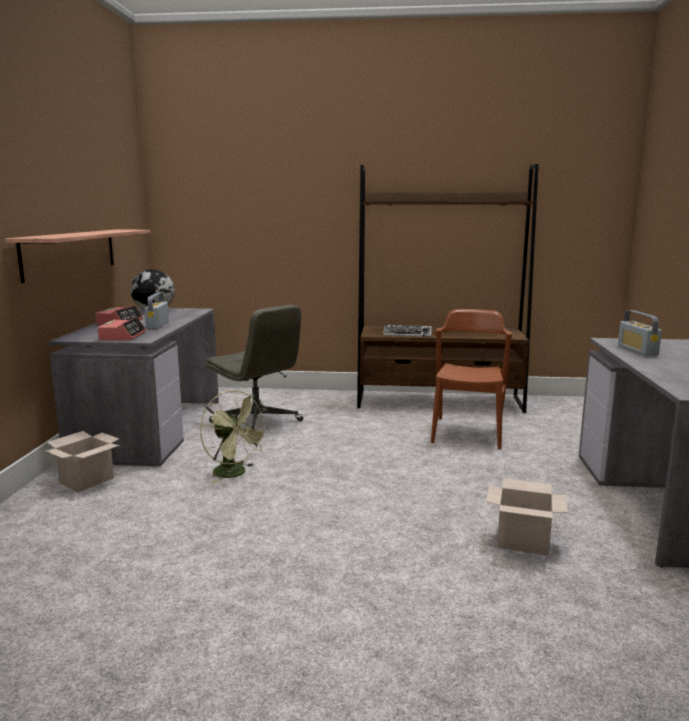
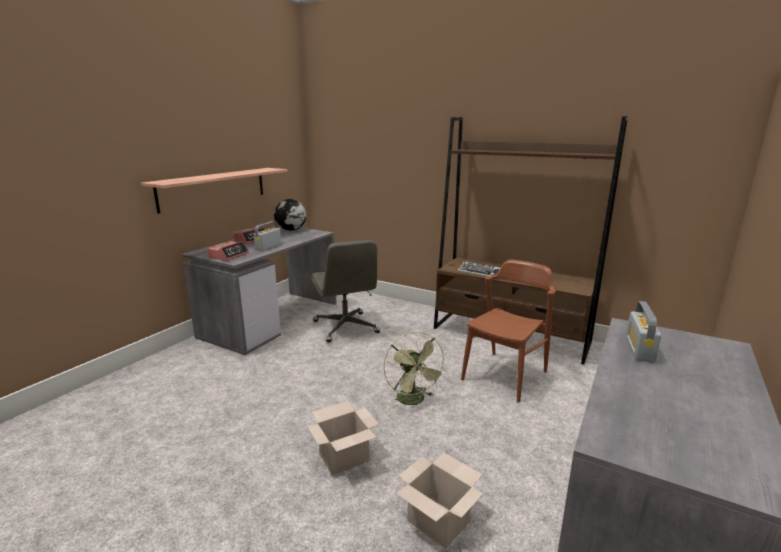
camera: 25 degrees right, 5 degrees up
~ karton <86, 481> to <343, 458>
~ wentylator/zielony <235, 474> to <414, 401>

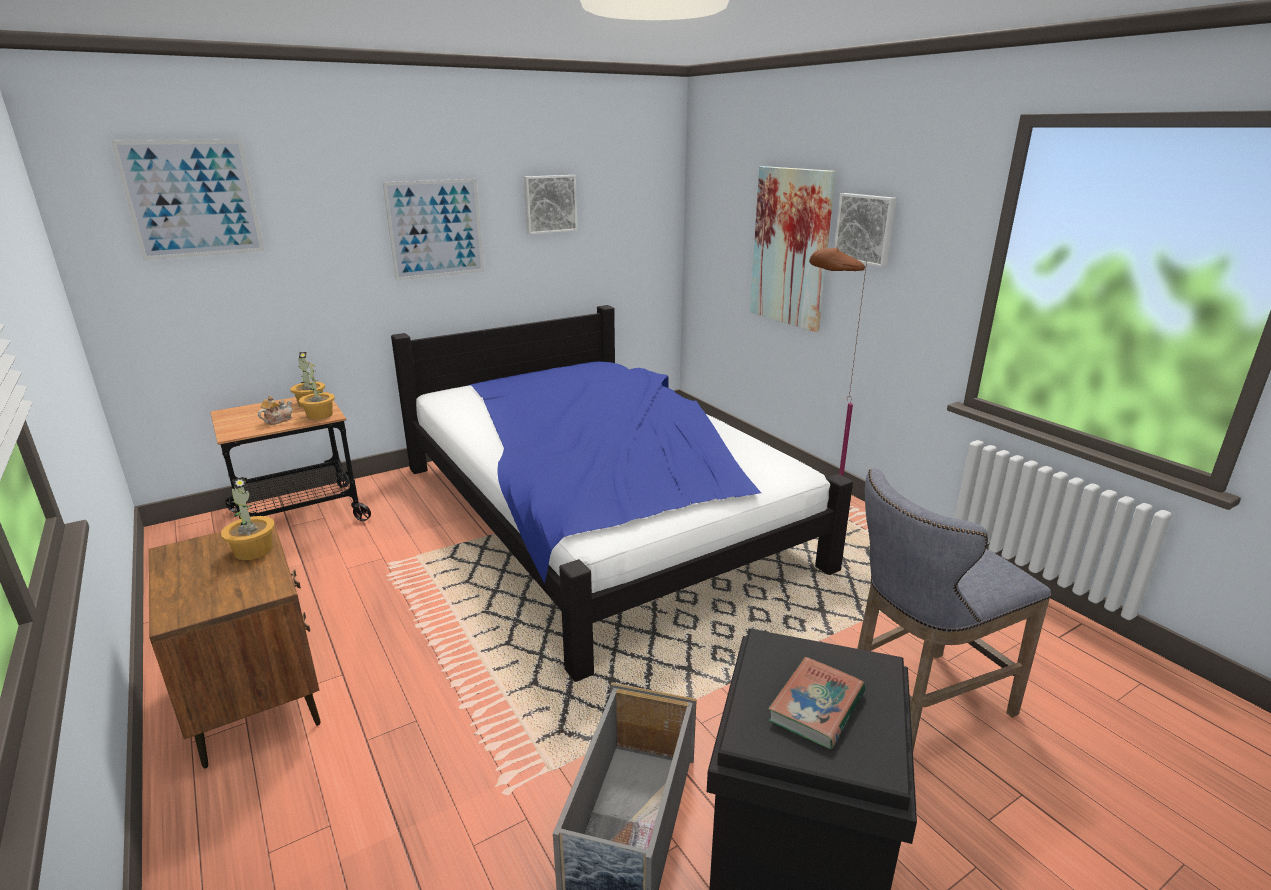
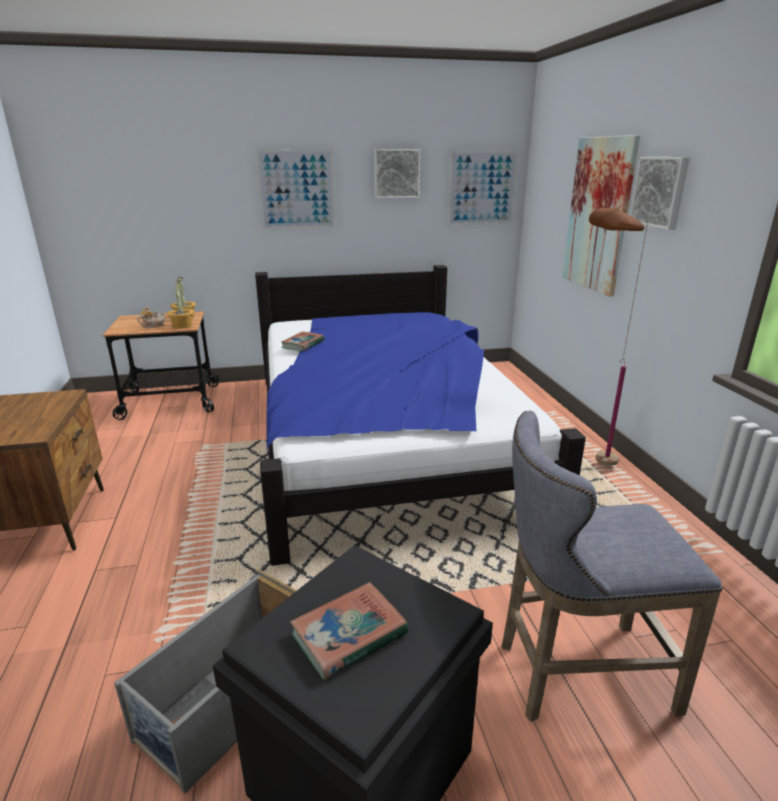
camera: 20 degrees right, 0 degrees up
- roślina doniczkowa <253, 550>
+ książka <303, 344>
~ obraz <192, 199> to <482, 188>

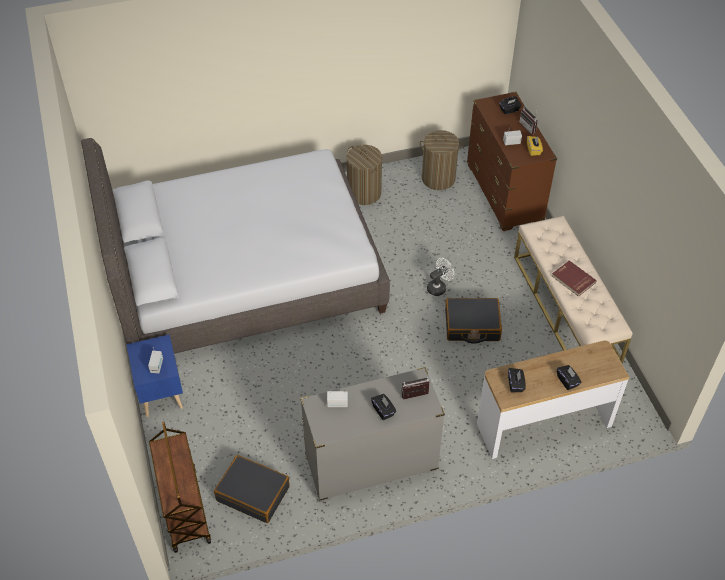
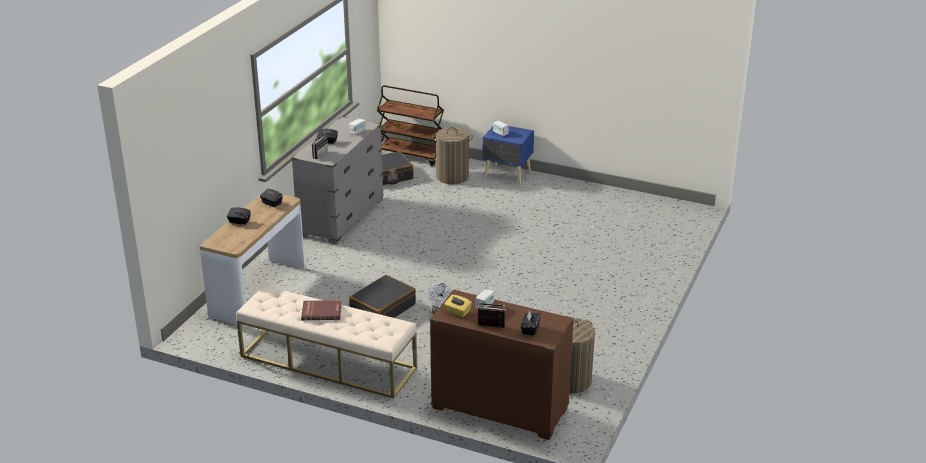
camera: 130 degrees right, 20 degrees down
- łóżko/szary <244, 277>
~ kosz na pranie <364, 193> to <452, 177>

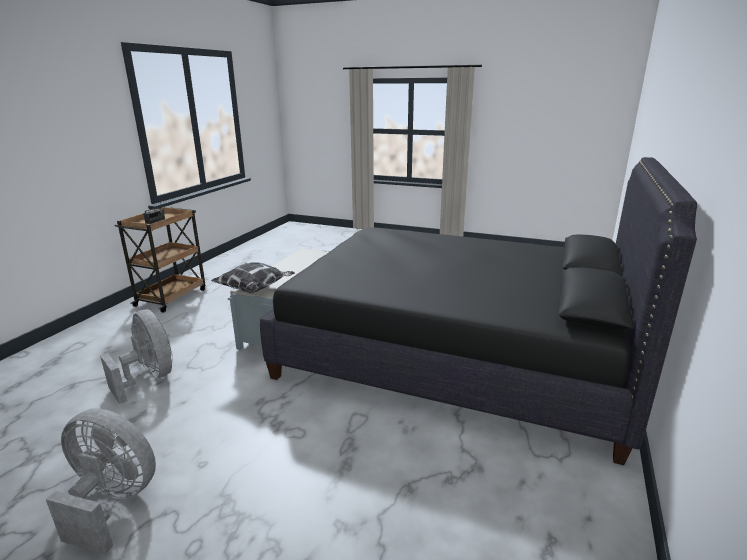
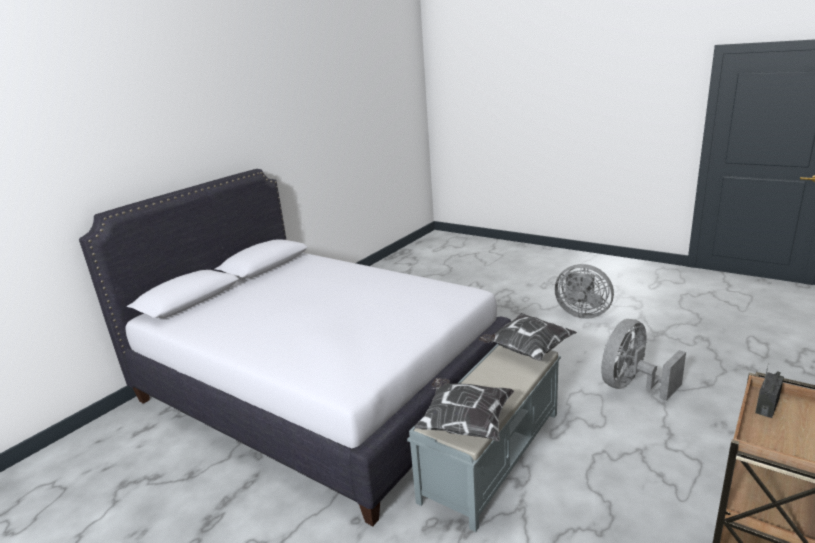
camera: 165 degrees left, 0 degrees up
+ poduszka <465, 423>
~ łóżko/czarny <455, 353> to łóżko/biały <319, 389>
~ wentylator/szary <149, 378> = <632, 386> 75 degrees clockwise

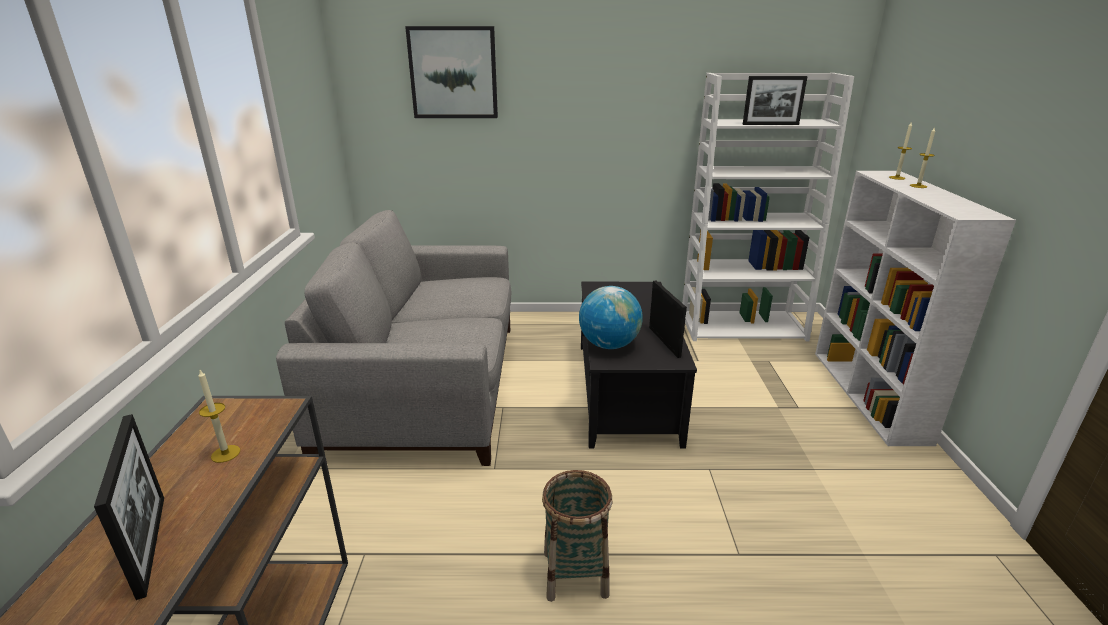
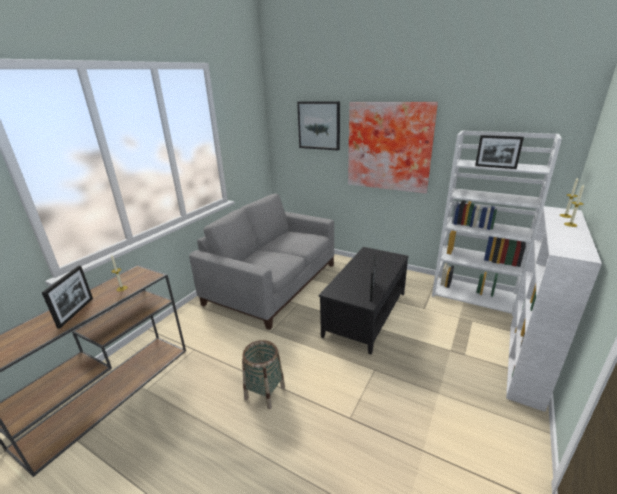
camera: 30 degrees right, 0 degrees up
- globus <609, 345>
+ obraz <389, 146>

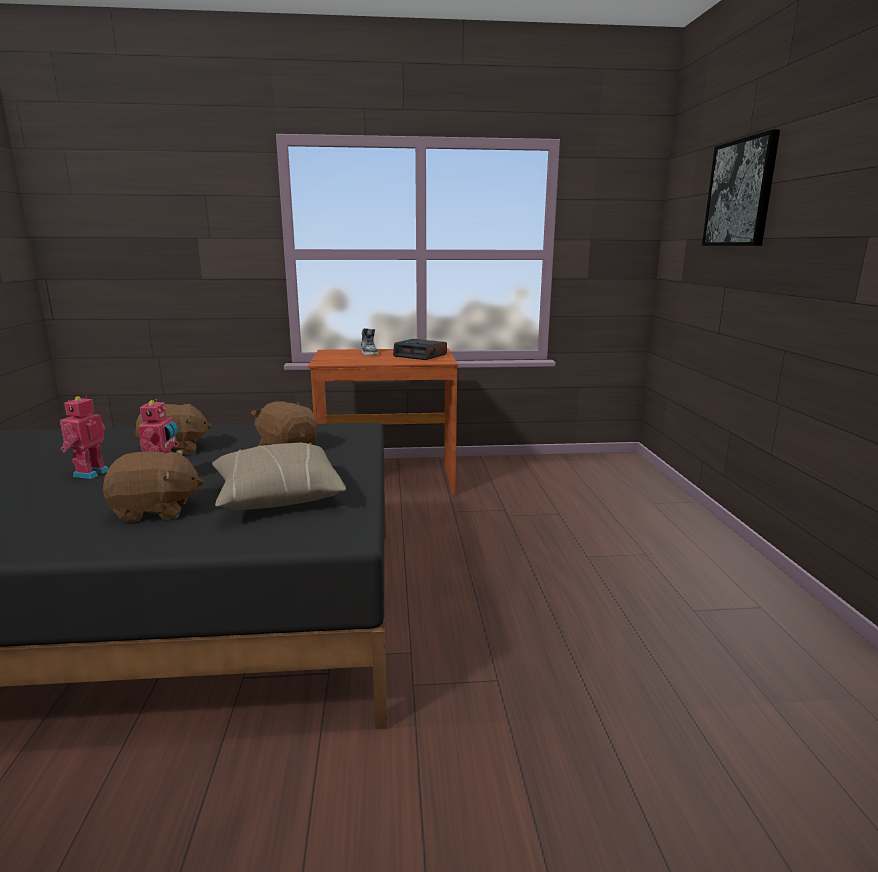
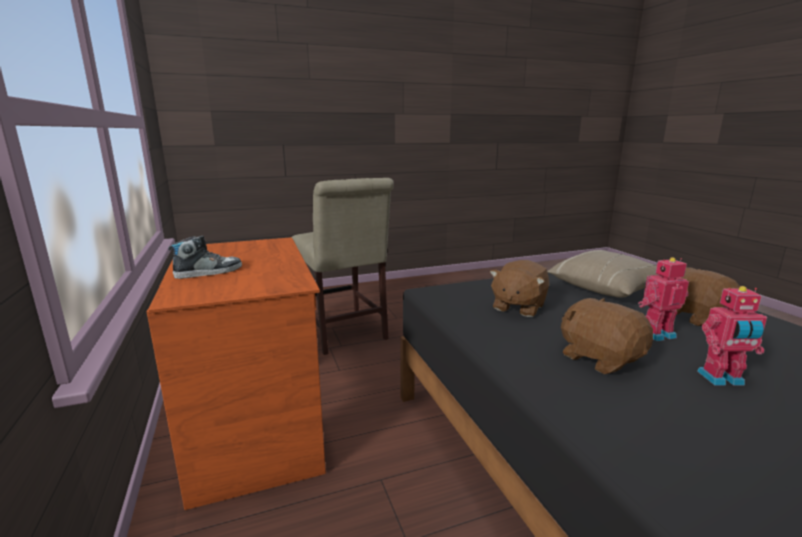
camera: 105 degrees left, 0 degrees up
- budzik <421, 355>
- obraz <740, 193>
+ krzesło/beżowy <343, 333>

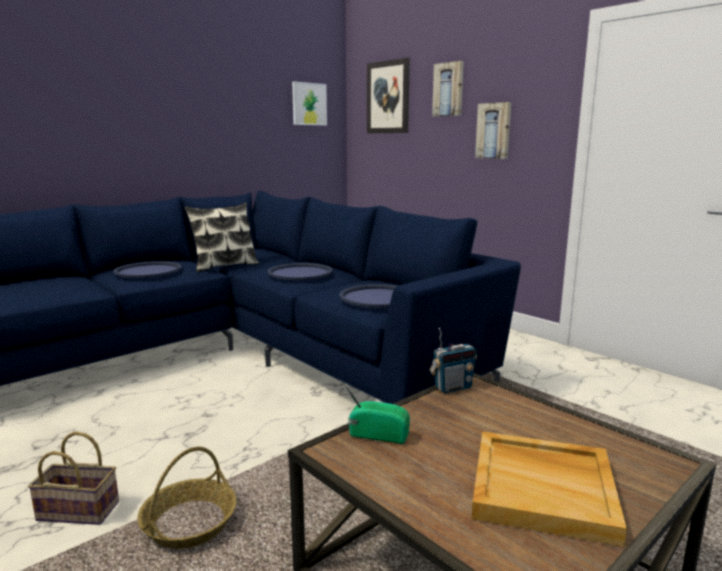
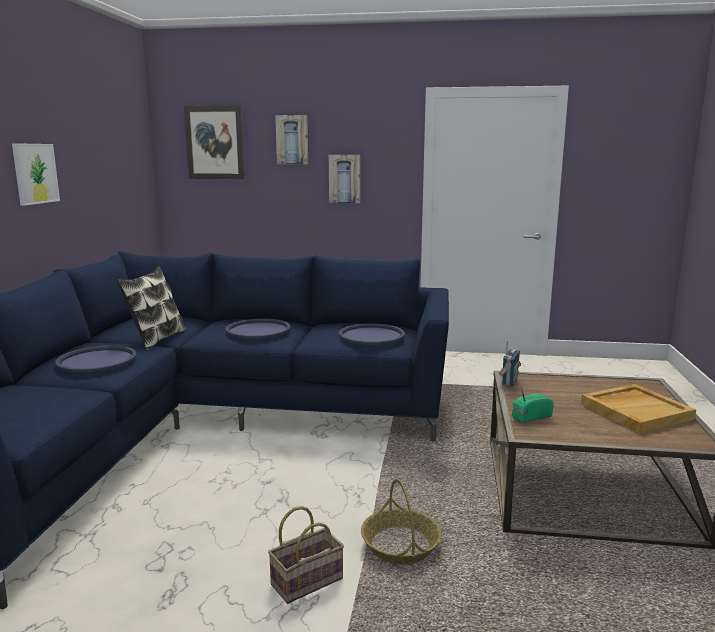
camera: 40 degrees left, 0 degrees up
~ obraz <309, 104> to <35, 173>

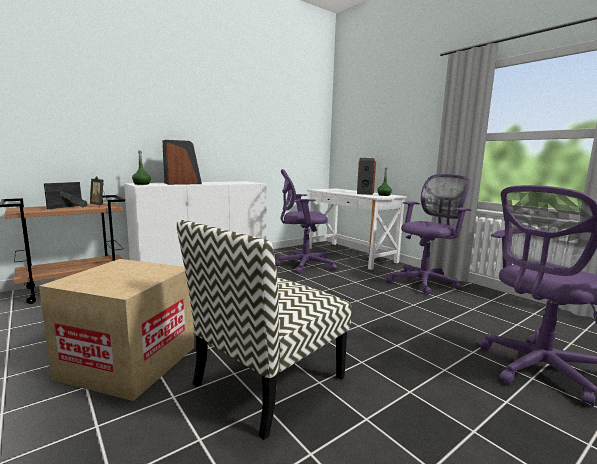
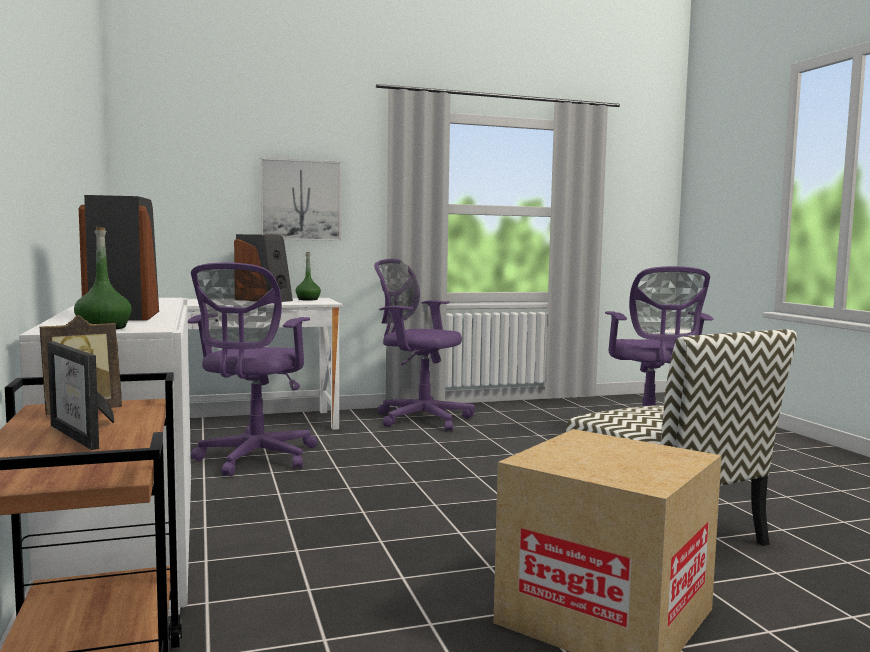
camera: 70 degrees left, 5 degrees down
+ obraz <301, 200>
~ krzesło biurowe/fioletowy <425, 282> = <419, 418> 45 degrees counterclockwise

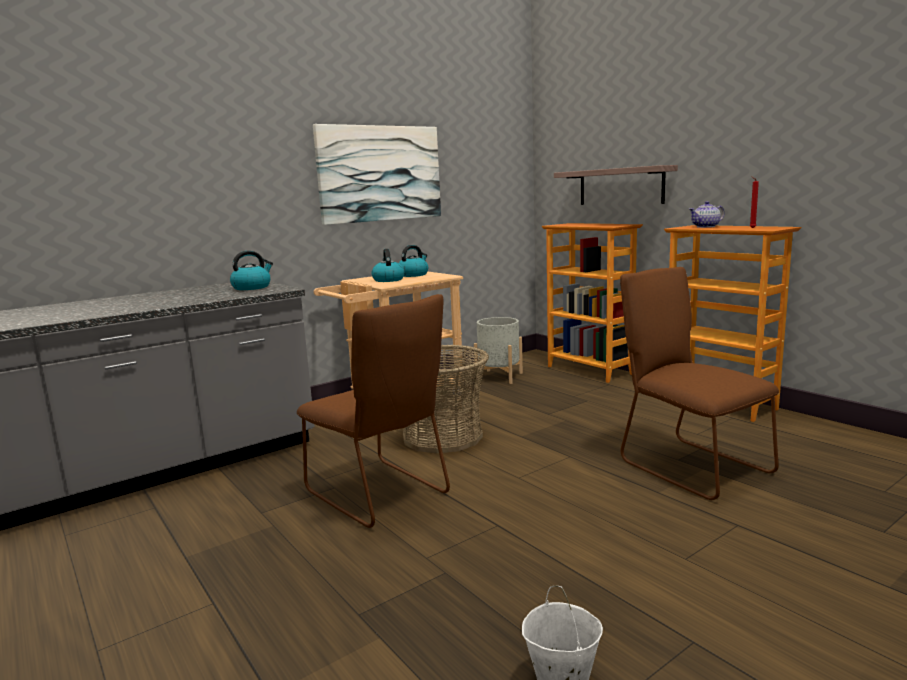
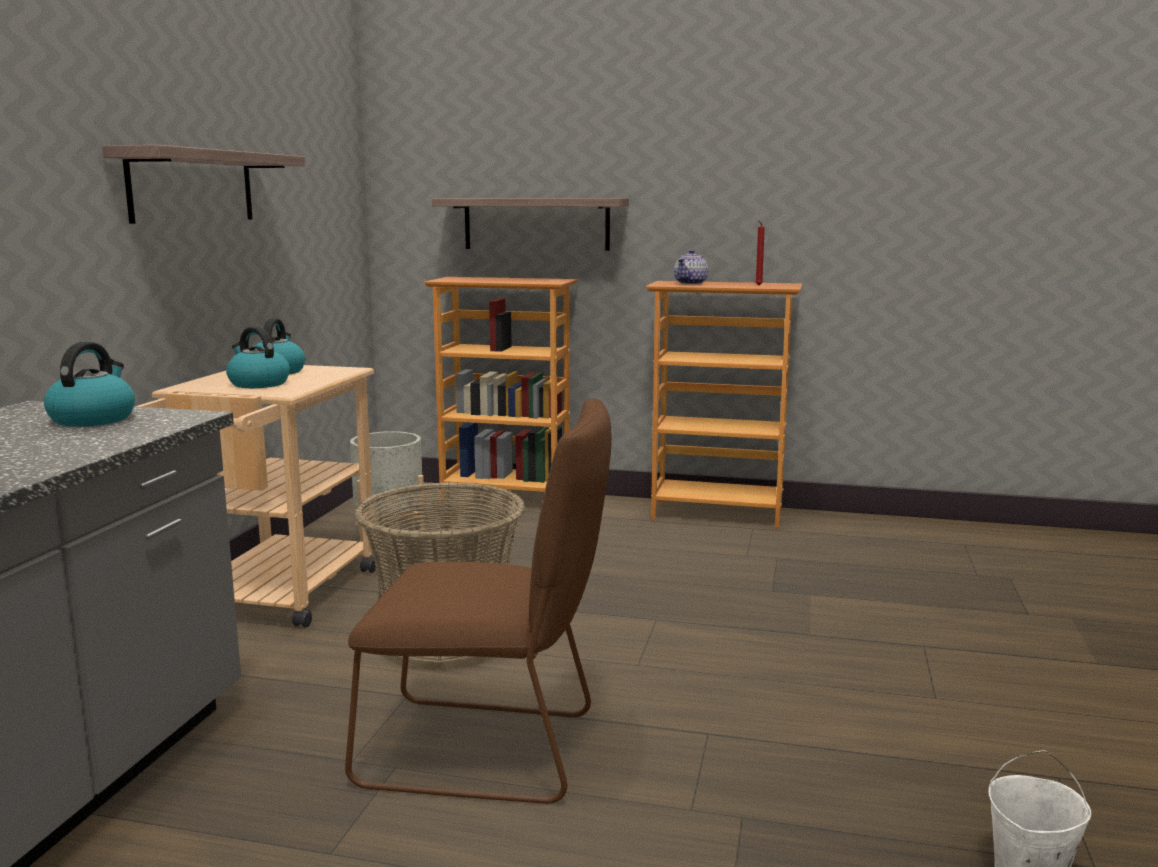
camera: 40 degrees left, 0 degrees up
- krzesło/brązowy <689, 465>
~ obraz <380, 173> to półka <192, 186>

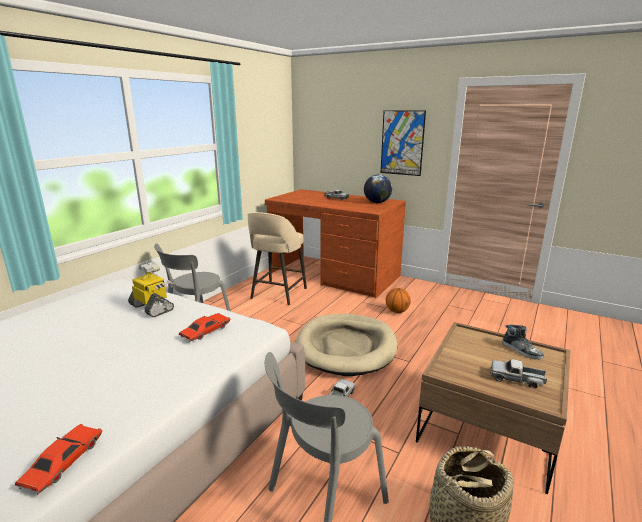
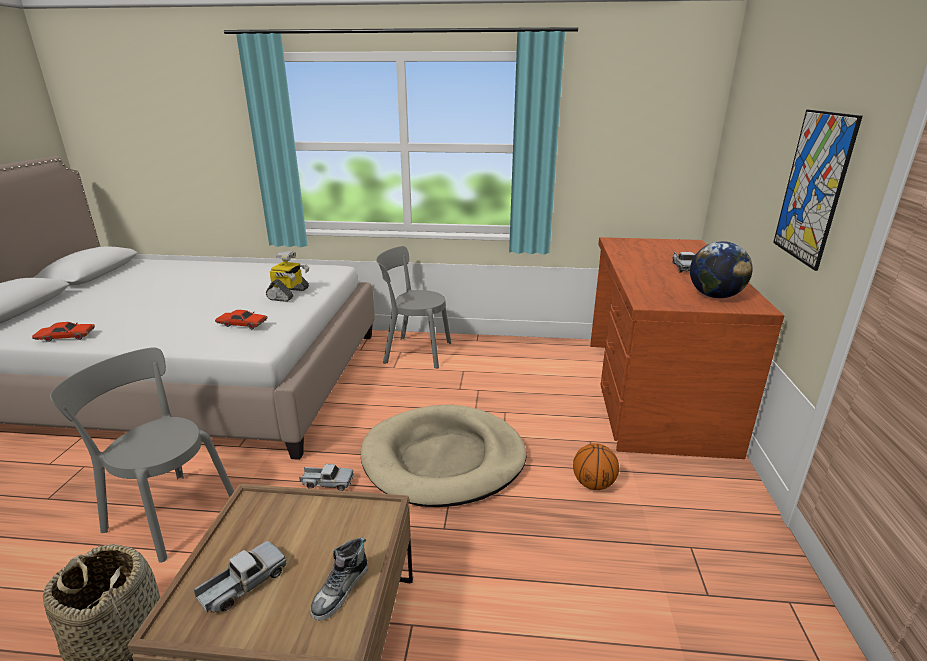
camera: 65 degrees right, 5 degrees up
- stołek/beżowy <278, 294>
~ ciężarówka zabawkowa <516, 379> = <243, 584> 45 degrees clockwise

